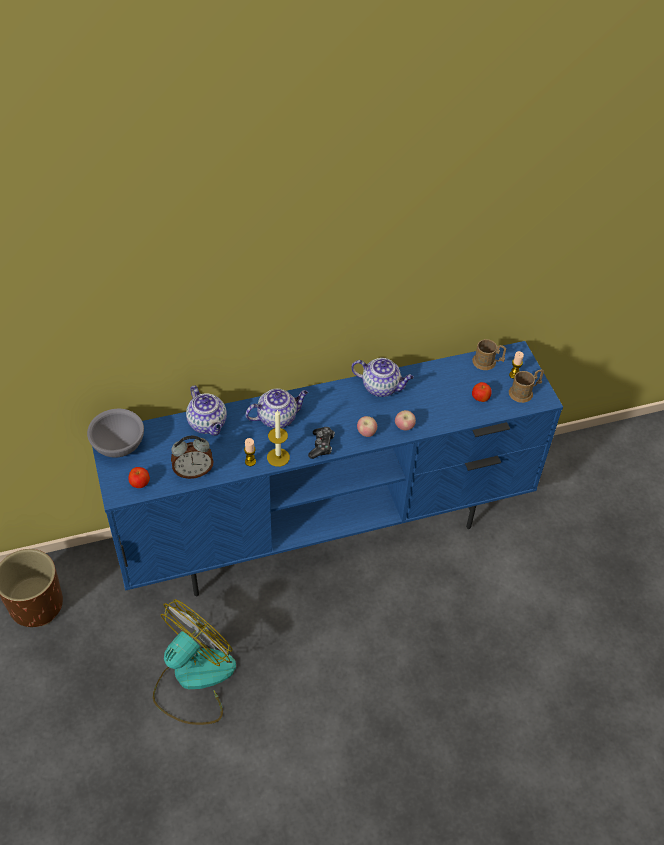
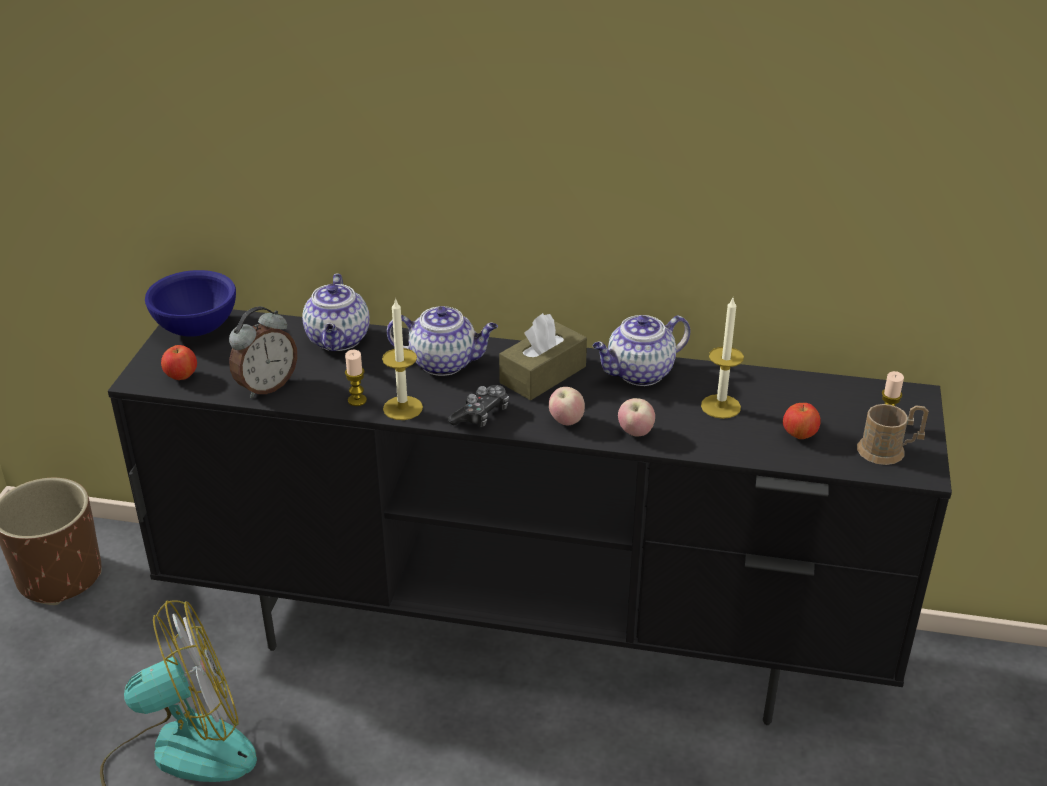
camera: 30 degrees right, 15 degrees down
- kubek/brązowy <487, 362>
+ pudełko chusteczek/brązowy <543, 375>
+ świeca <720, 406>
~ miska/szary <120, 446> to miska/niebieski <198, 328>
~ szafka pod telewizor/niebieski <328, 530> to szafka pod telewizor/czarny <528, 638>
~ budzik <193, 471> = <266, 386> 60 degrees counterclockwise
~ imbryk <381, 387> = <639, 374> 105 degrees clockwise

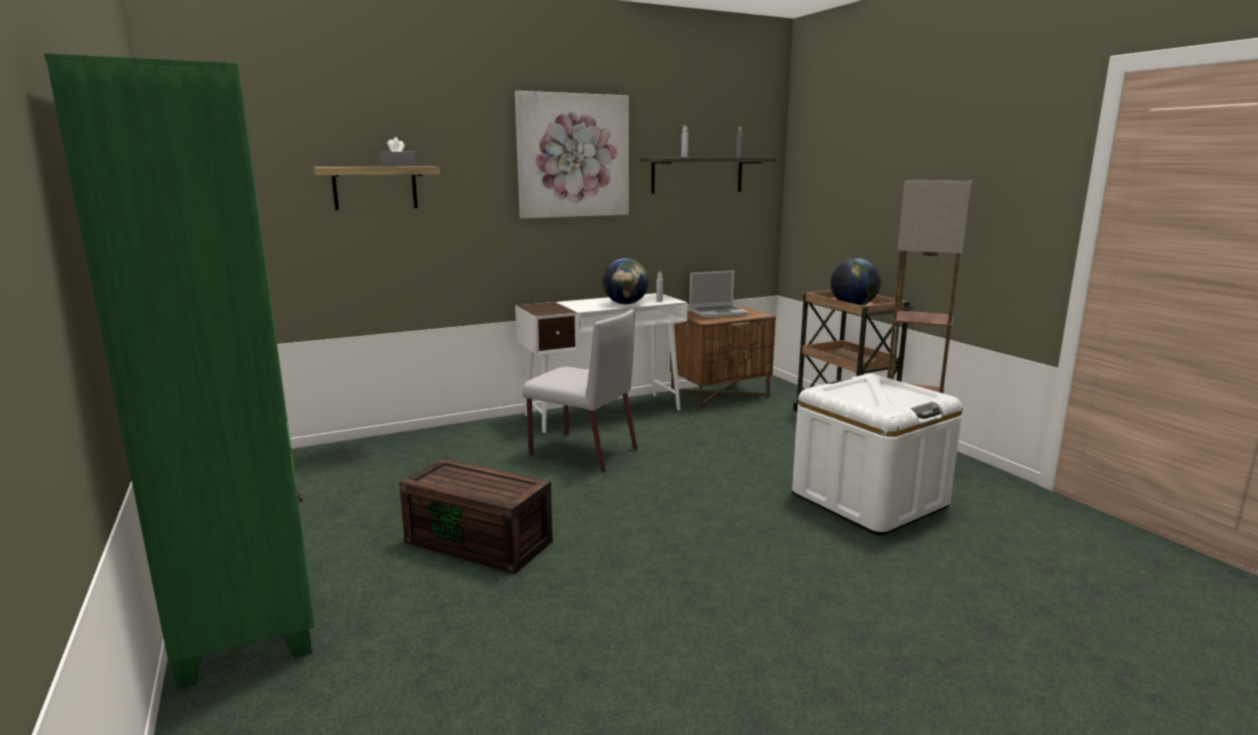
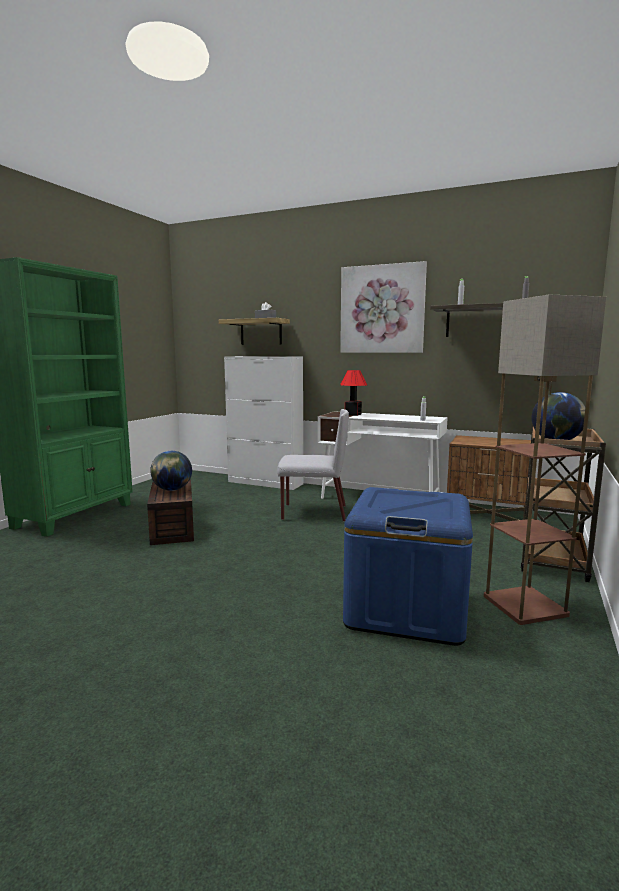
camera: 50 degrees right, 5 degrees down
- laptop <718, 312>
+ szafka/biały <265, 483>
+ lampa stołowa <352, 414>
~ globus <625, 304> to <172, 490>
~ pojemnik do przechowywania/biały <869, 500> to pojemnik do przechowywania/niebieski <406, 609>
~ krzesło/szary <582, 452> = <313, 512> 75 degrees counterclockwise

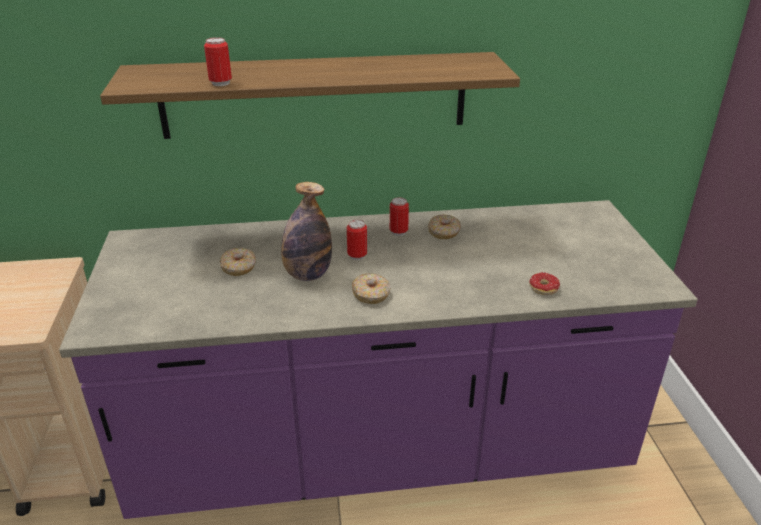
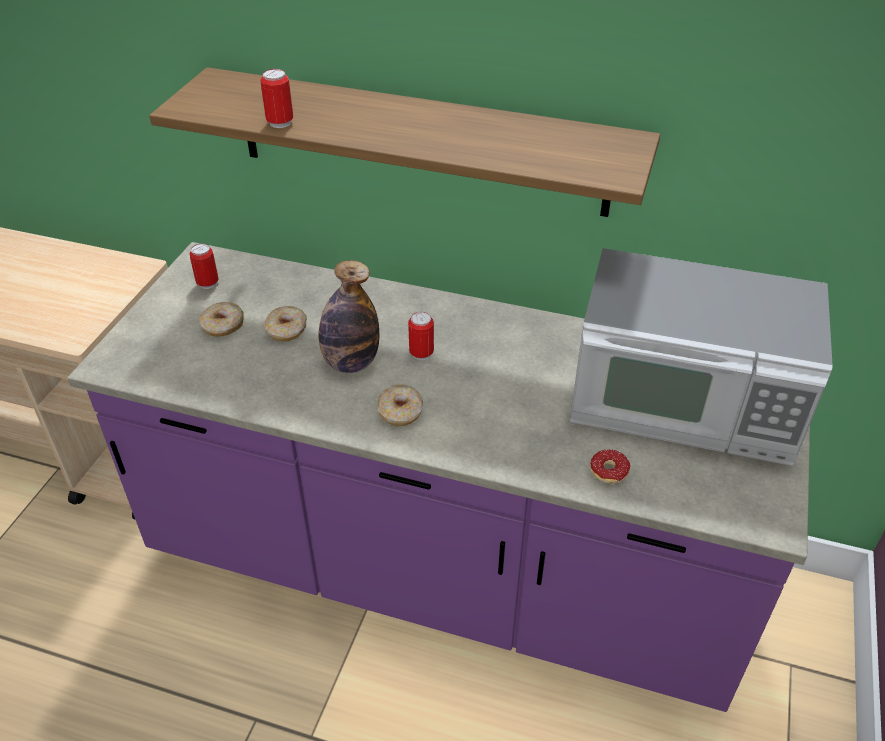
camera: 25 degrees right, 10 degrees up
+ mikrofalówka <684, 403>
~ puszka <398, 232> to <207, 283>
~ donut <444, 232> to <223, 326>

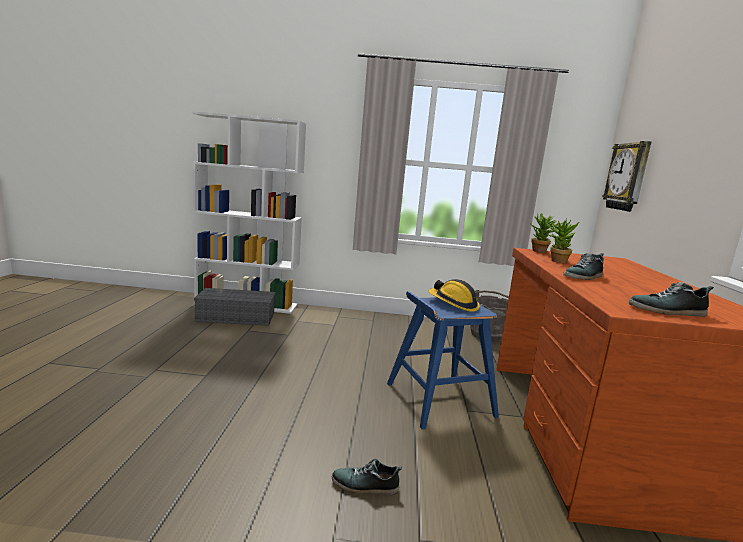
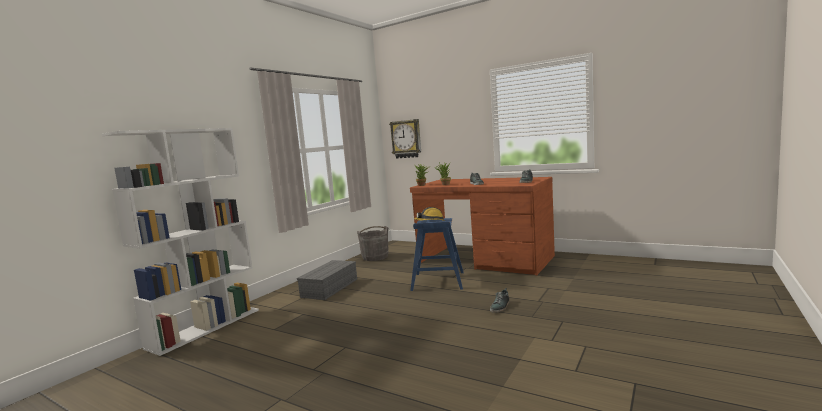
camera: 60 degrees left, 5 degrees down
~ pojemnik do przechowywania/szary <235, 317> to <330, 288>

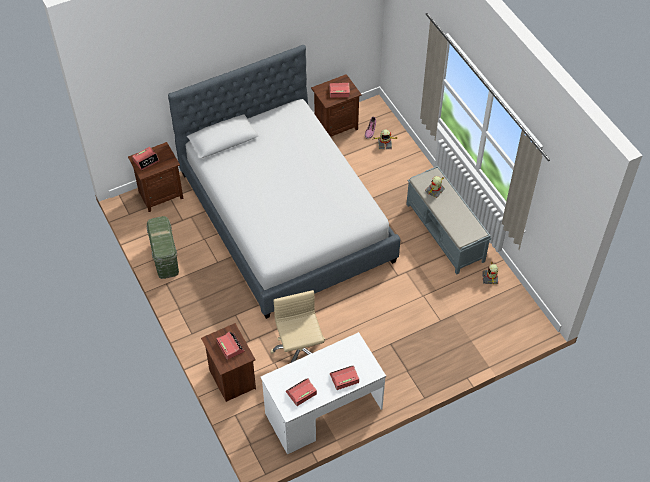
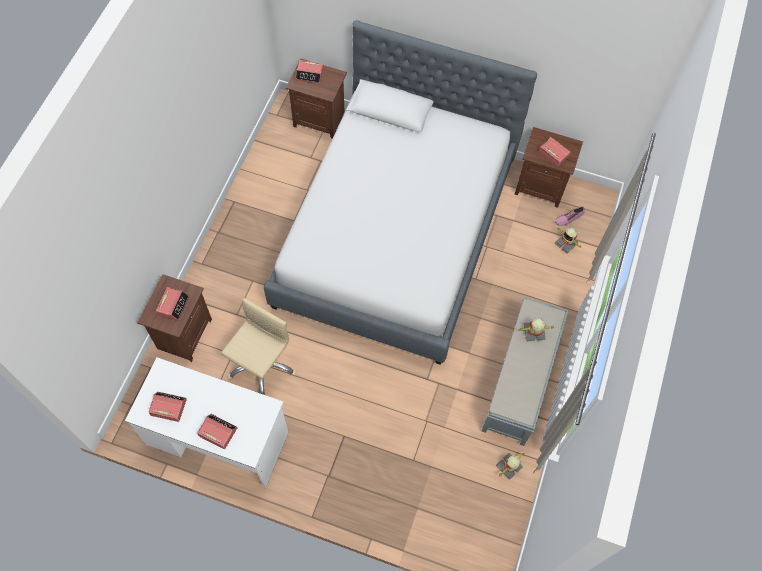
camera: 45 degrees right, 10 degrees up
- pojemnik do przechowywania/zielony <165, 258>

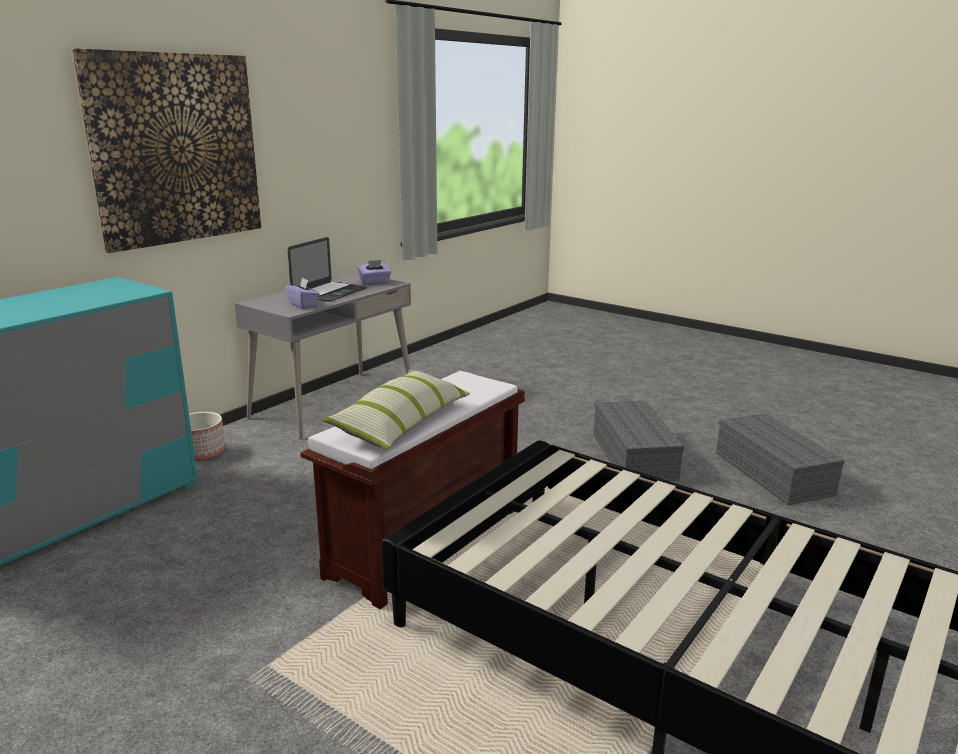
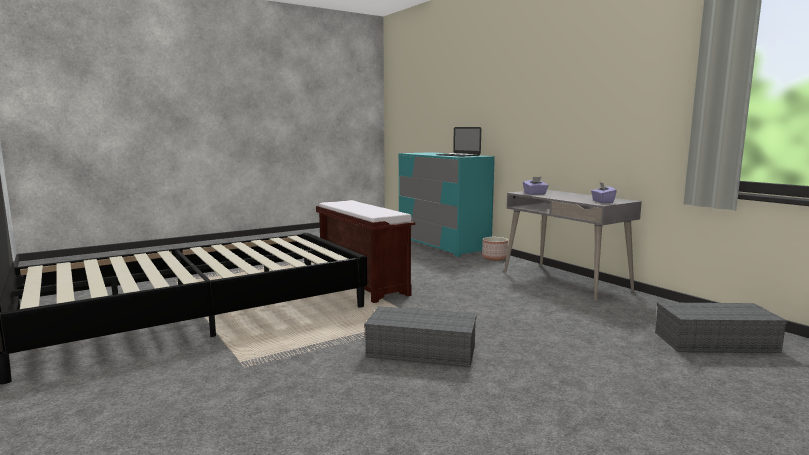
camera: 110 degrees right, 10 degrees down
- obraz <176, 149>
- poduszka <401, 423>
~ laptop <329, 292> to <458, 155>
~ pojemnik do przechowywania/szary <775, 474> to <714, 342>

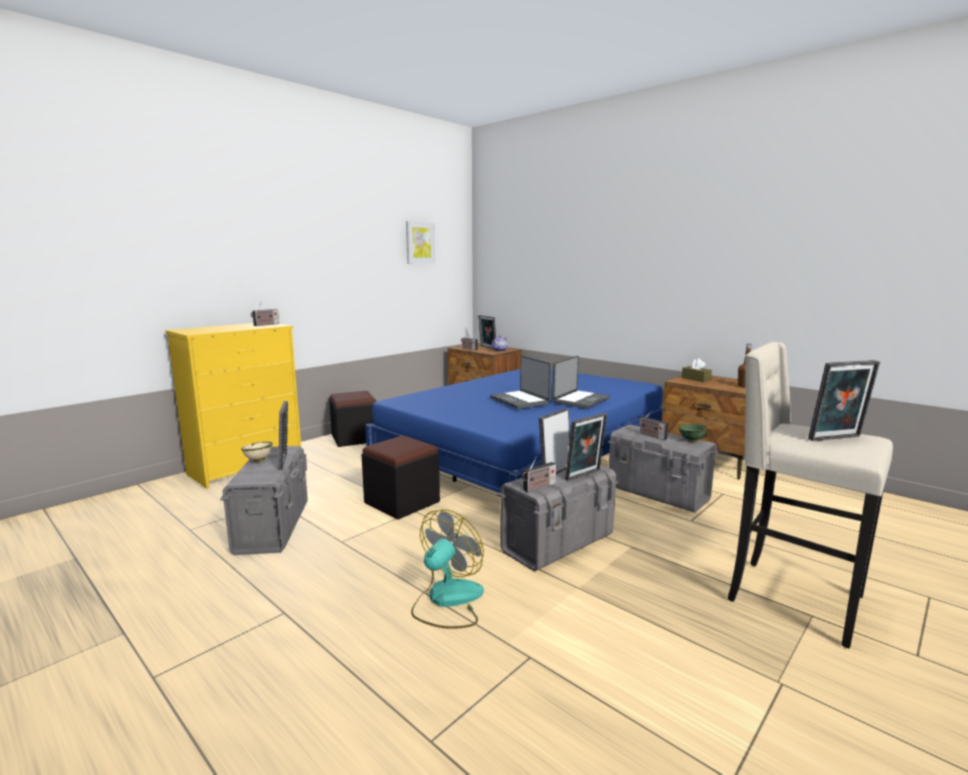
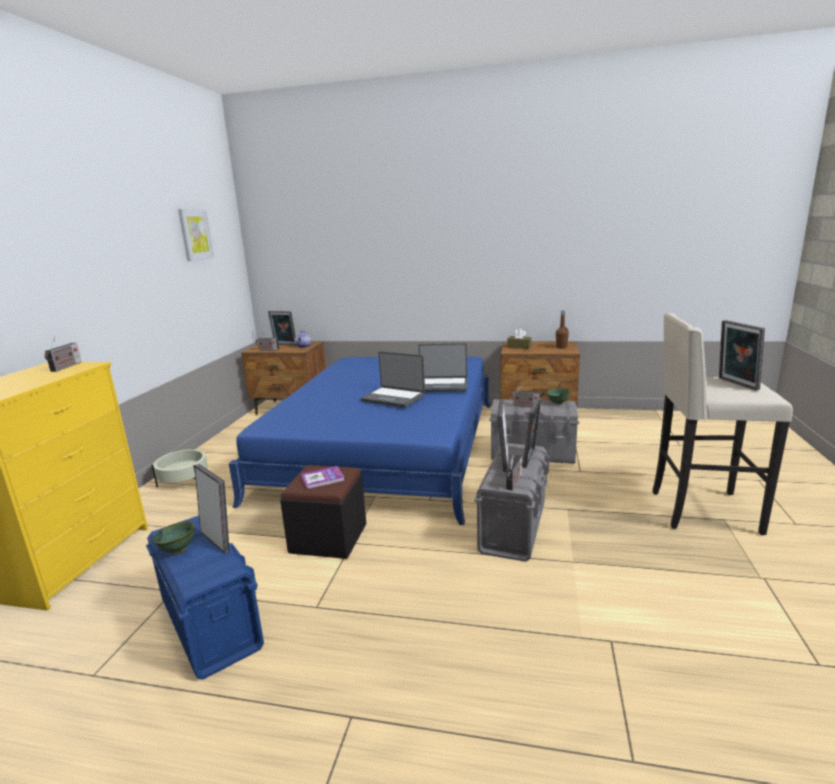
camera: 30 degrees left, 5 degrees up
- wentylator <447, 601>
+ książka <322, 478>
~ pufa/czarny <355, 438> to donica/beżowy <184, 481>
~ pojemnik do przechowywania/szary <273, 526> to pojemnik do przechowywania/niebieski <211, 623>
~ miska/beżowy <258, 460> to miska/zielony <178, 550>
~ laptop <580, 400> = <442, 385> 90 degrees clockwise
~ ramka na zdjęcie <837, 439> = <735, 384> 120 degrees clockwise

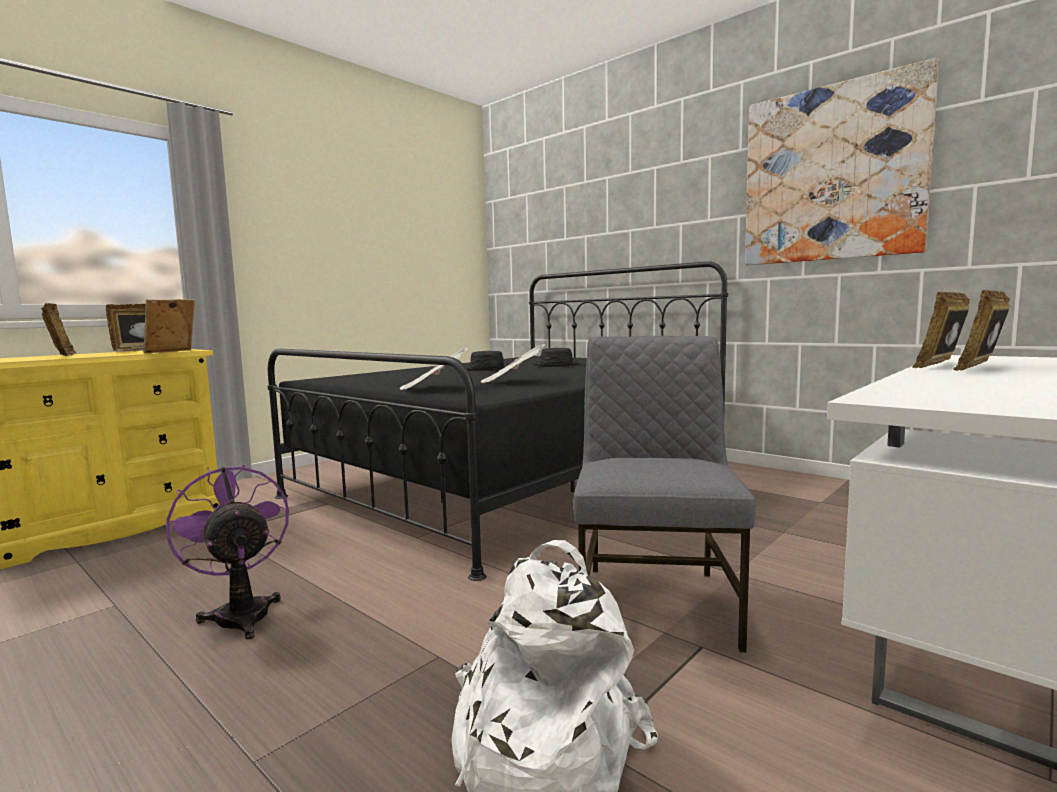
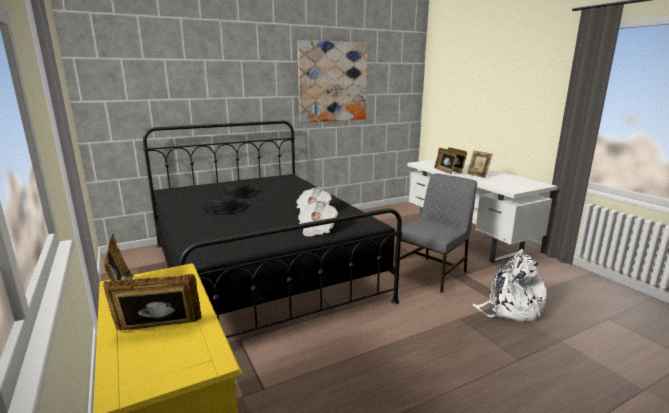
camera: 70 degrees left, 10 degrees up
- wentylator/fioletowy <240, 613>
~ ramka na zdjęcie <172, 352> to <478, 175>
~ krzesło/szary <655, 603> = <433, 273> 105 degrees clockwise

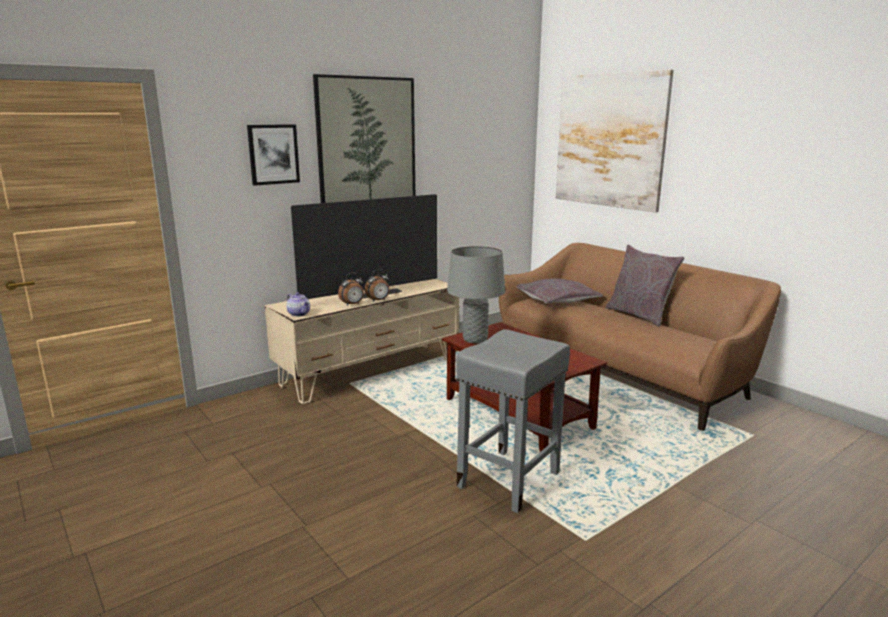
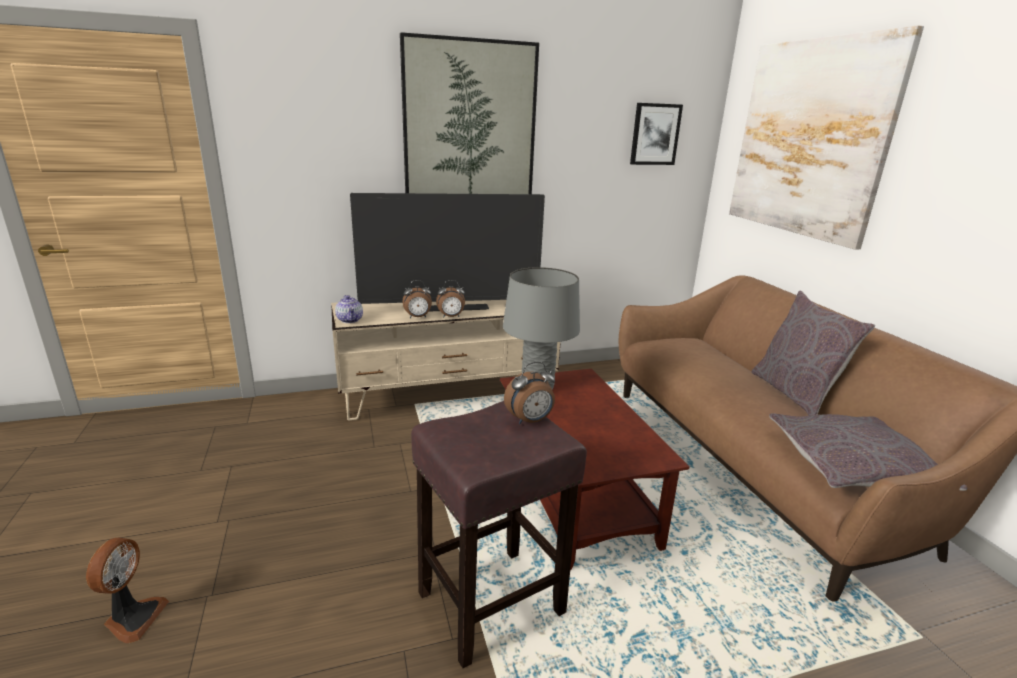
camera: 20 degrees right, 5 degrees up
+ wentylator <133, 618>
+ budzik <530, 421>
~ obraz <273, 154> to <655, 134>
~ poduszka/szary <556, 299> to <852, 464>
~ stołek/szary <509, 479> to stołek/brązowy <493, 601>

